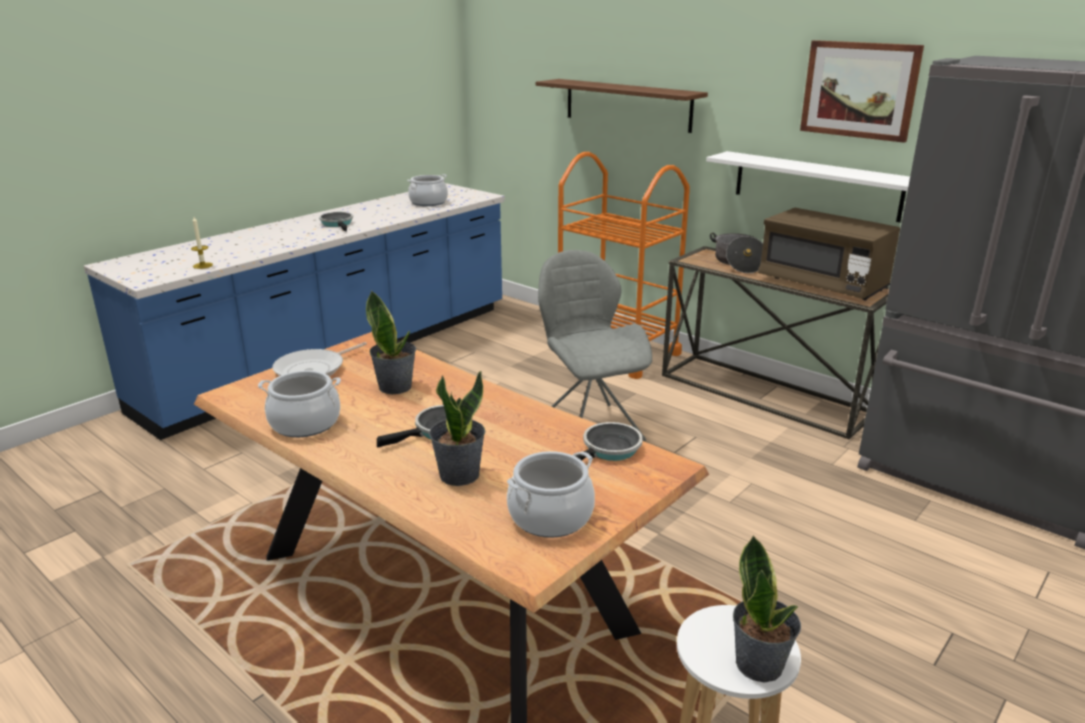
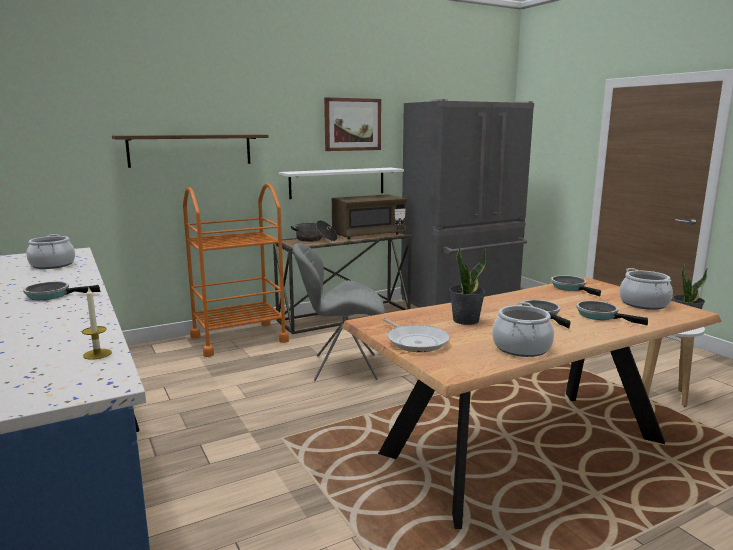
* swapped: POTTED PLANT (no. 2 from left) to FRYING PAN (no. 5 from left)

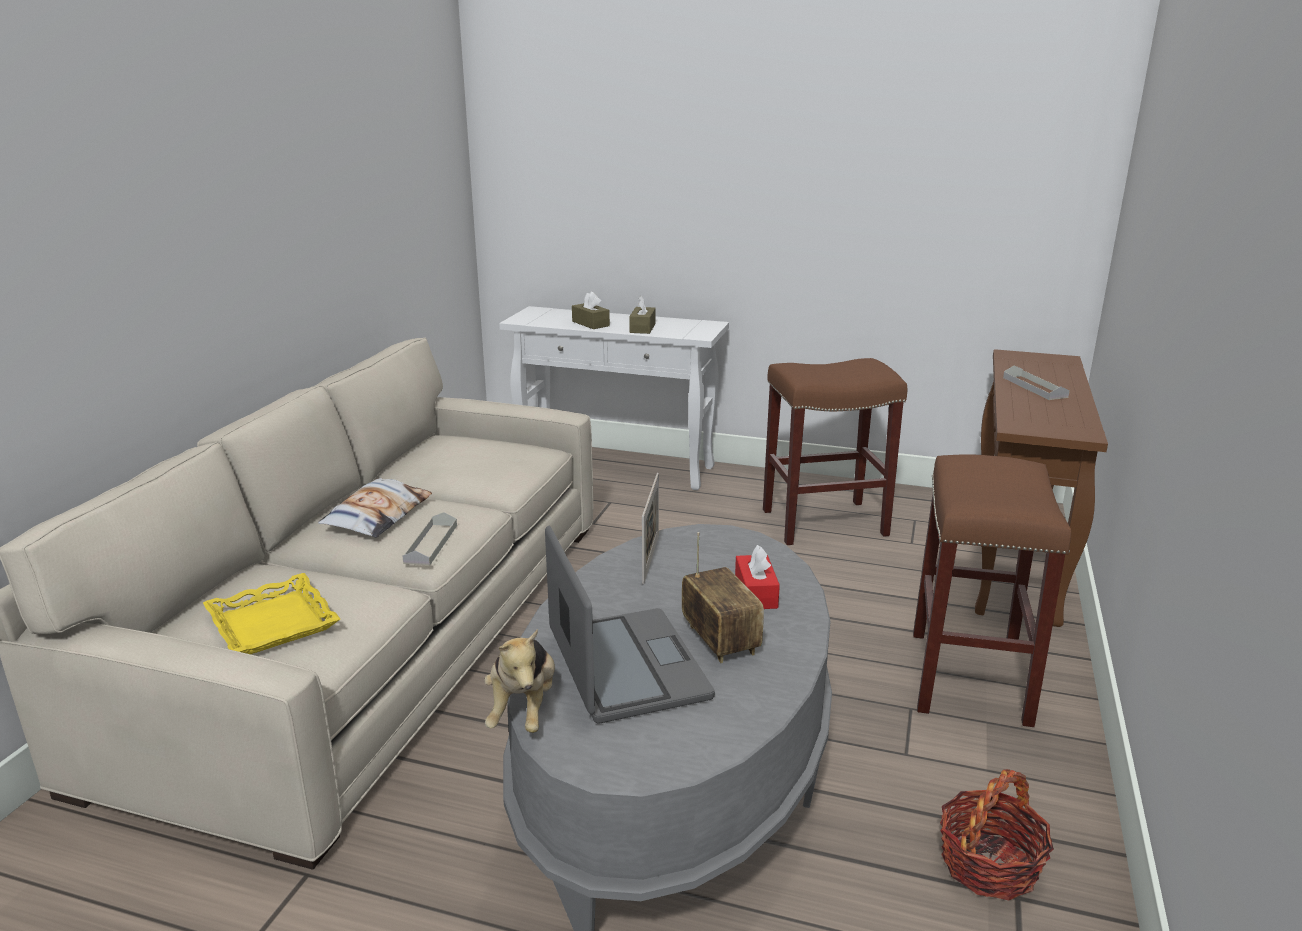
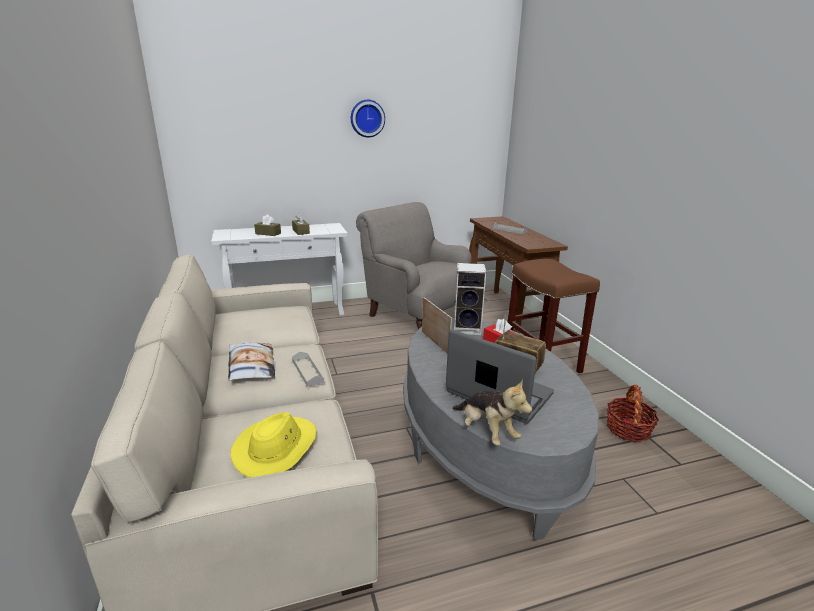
* swapped: YELLOW TRAY to YELLOW HAT
* swapped: BROWN STOOL (no. 1 from left) to GREY ARMCHAIR
* new: WALL CLOCK
* new: SPEAKER

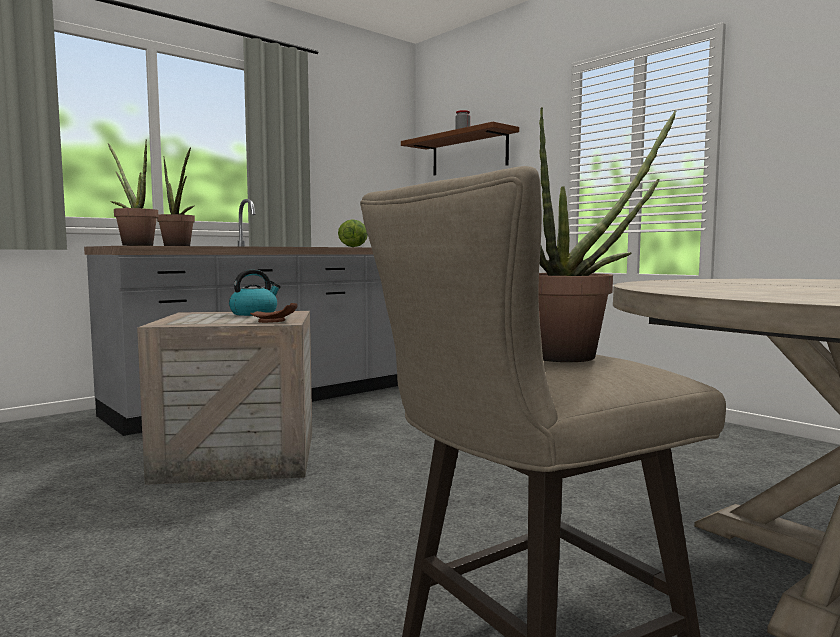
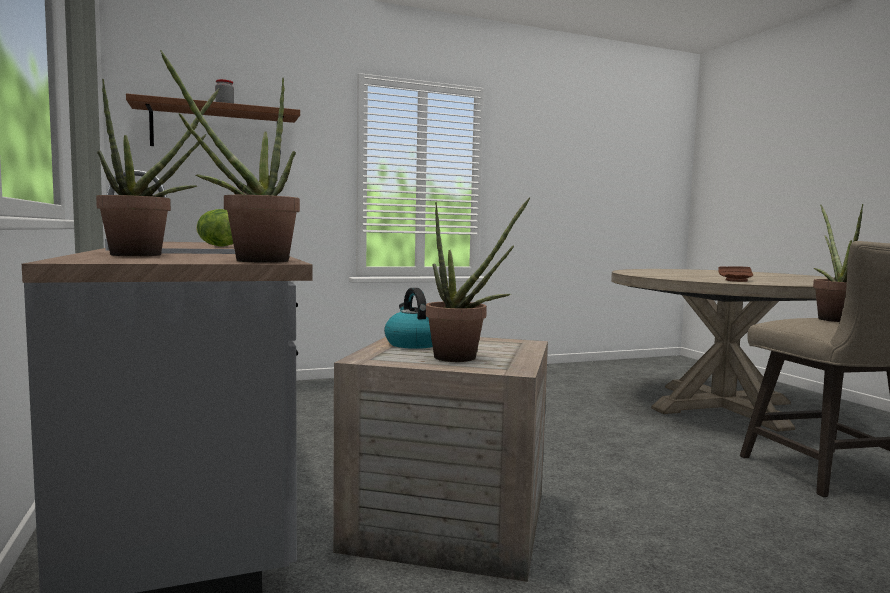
* shifted: BROWN PLATE
* new: POTTED PLANT (no. 3 from left)

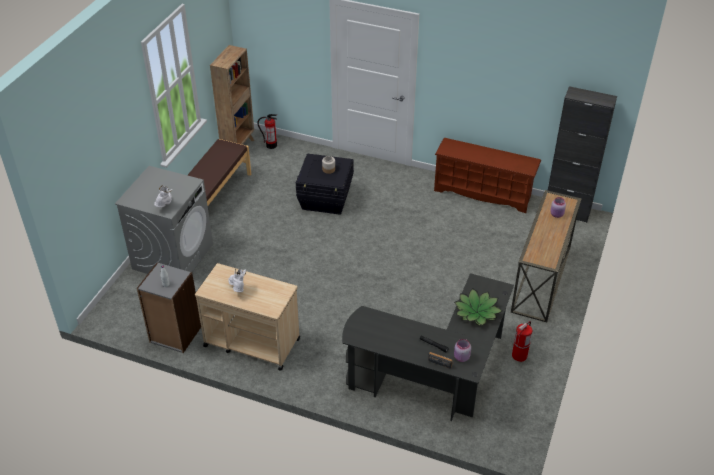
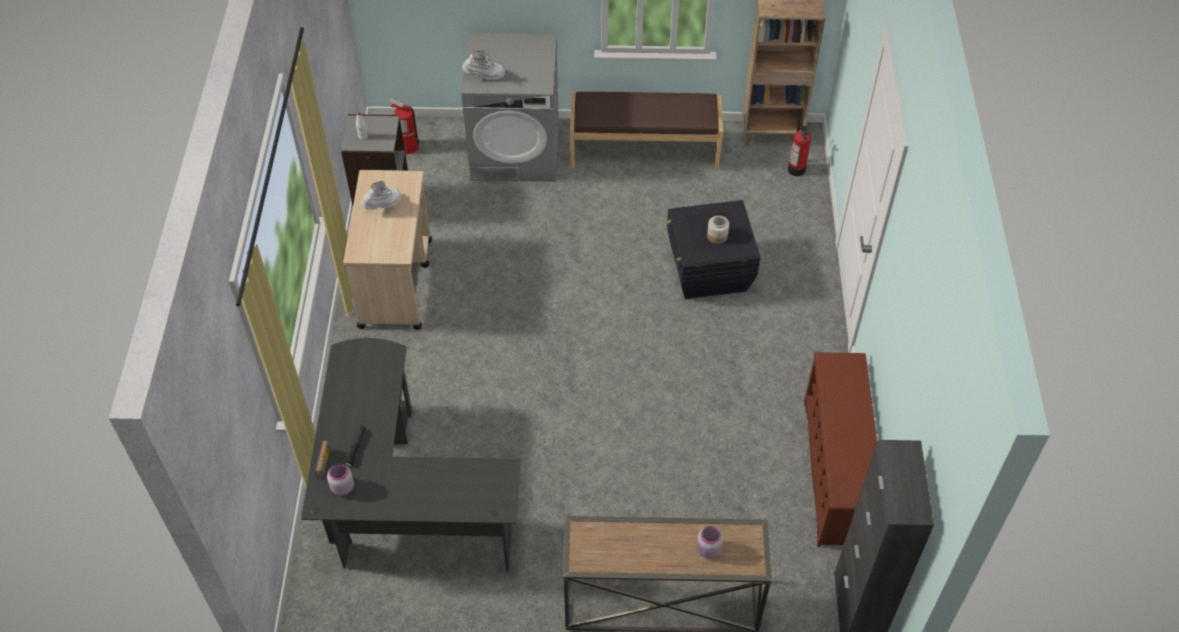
* gone: POTTED PLANT
* shifted: FIRE EXTINGUISHER (no. 2 from left in the first image) to FIRE EXTINGUISHER (no. 1 from left)

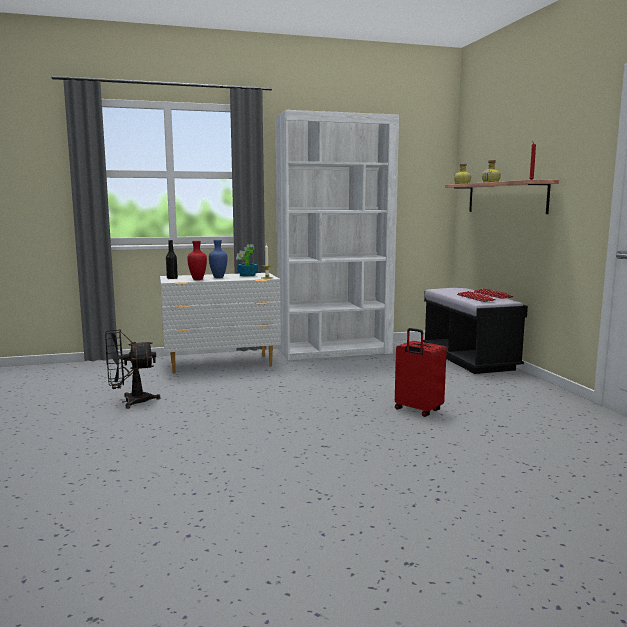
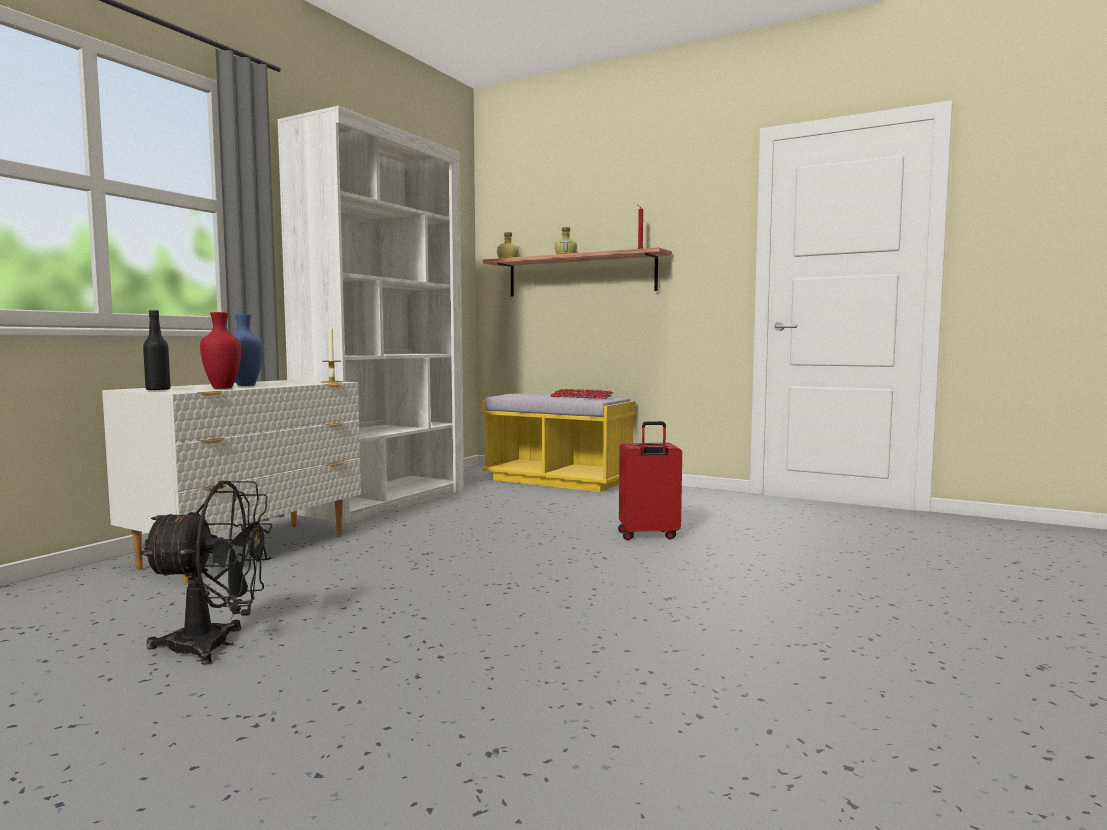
* rotated: BLACK FAN 120 degrees counterclockwise
* gone: POTTED PLANT
* repainted: BLACK BENCH to YELLOW BENCH

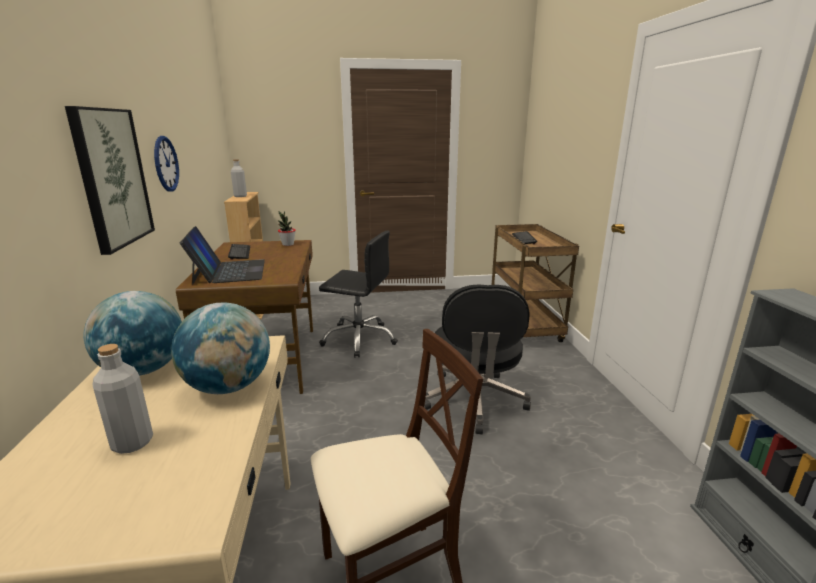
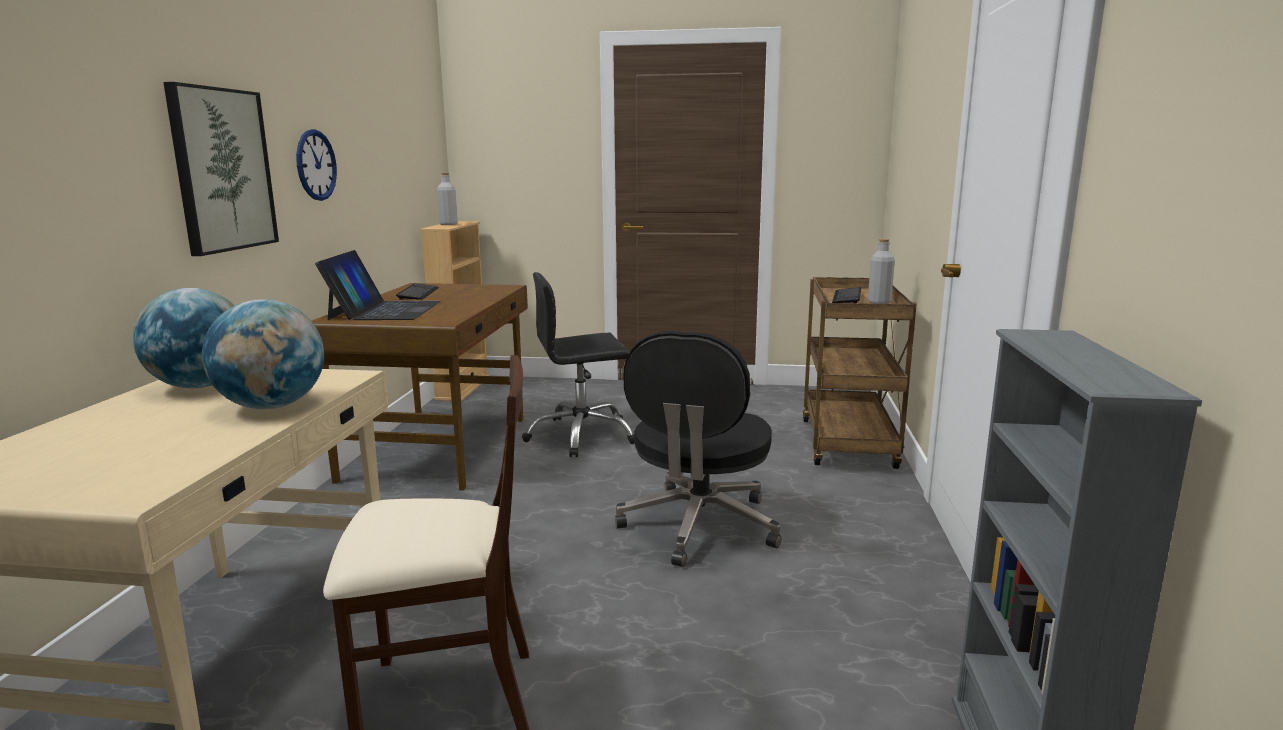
* shifted: GREY BOTTLE (no. 1 from left in the first image) to GREY BOTTLE (no. 2 from left)
* gone: POTTED PLANT
* rotated: BLACK OFFICE CHAIR (no. 1 from left) 135 degrees clockwise

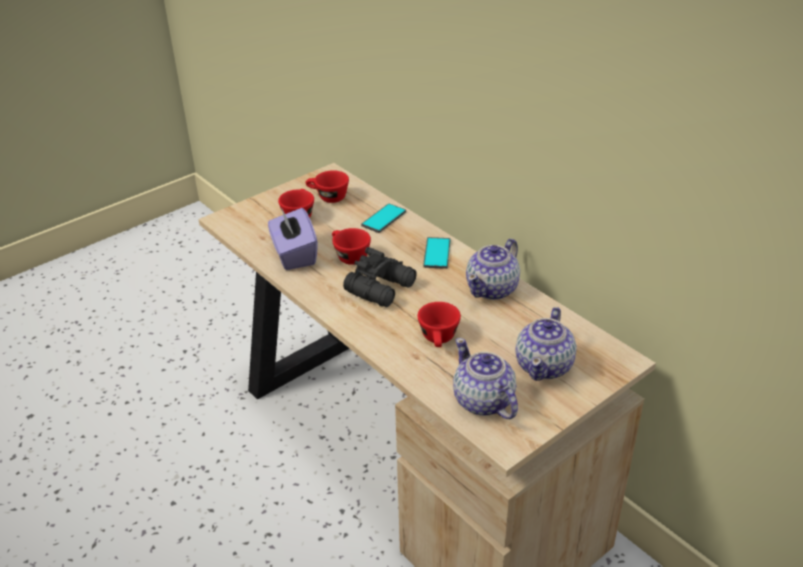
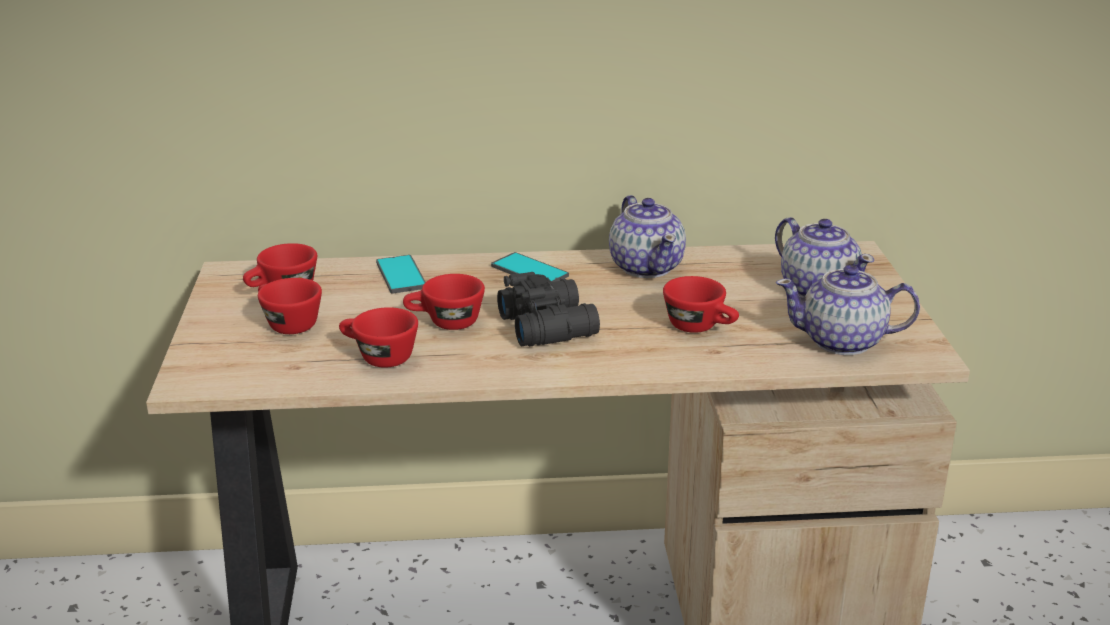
* swapped: PURPLE TISSUE BOX to RED CUP (no. 3 from left)

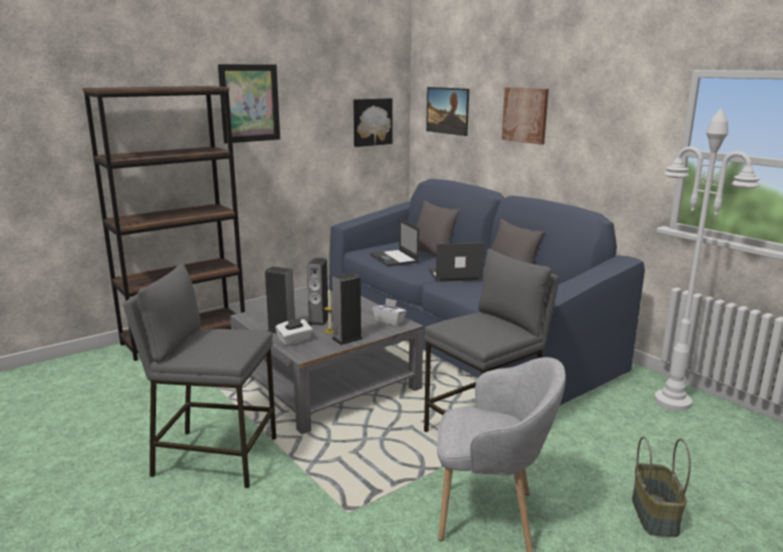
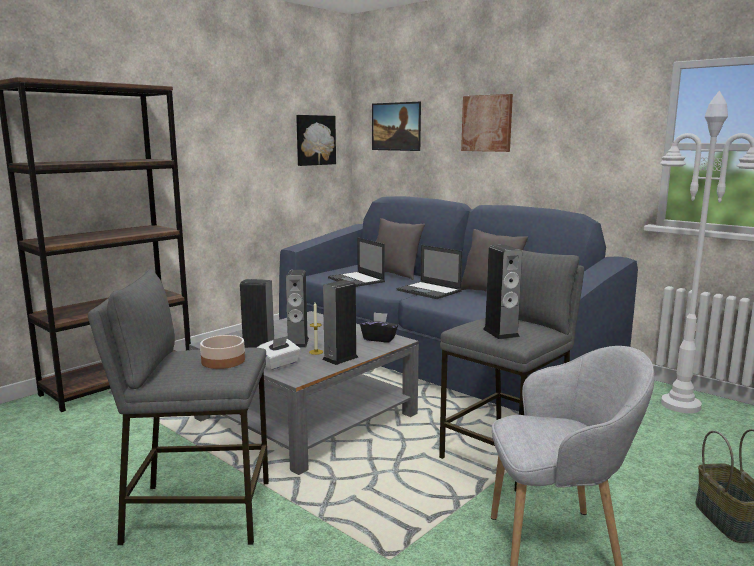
* gone: PICTURE (no. 1 from left)
* repainted: WHITE TISSUE BOX (no. 2 from left) to BLACK TISSUE BOX
* rotated: LAPTOP (no. 2 from left) 120 degrees counterclockwise
* new: BOWL
* new: SPEAKER (no. 4 from left)

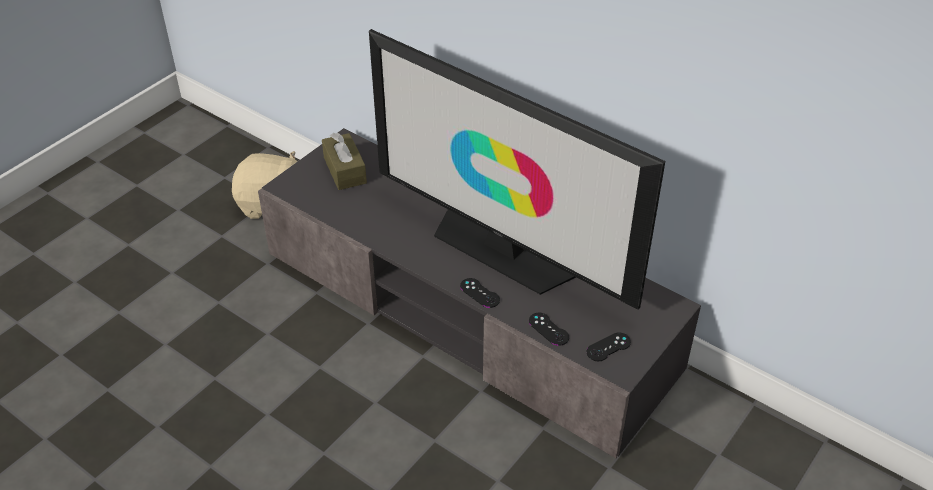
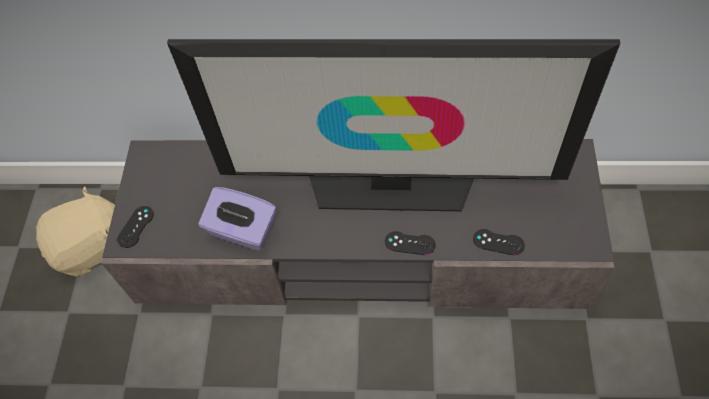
* gone: BROWN TISSUE BOX
* shifted: BLACK GAME CONTROLLER (no. 3 from left in the first image) to BLACK GAME CONTROLLER (no. 1 from left)
* new: PURPLE TISSUE BOX

